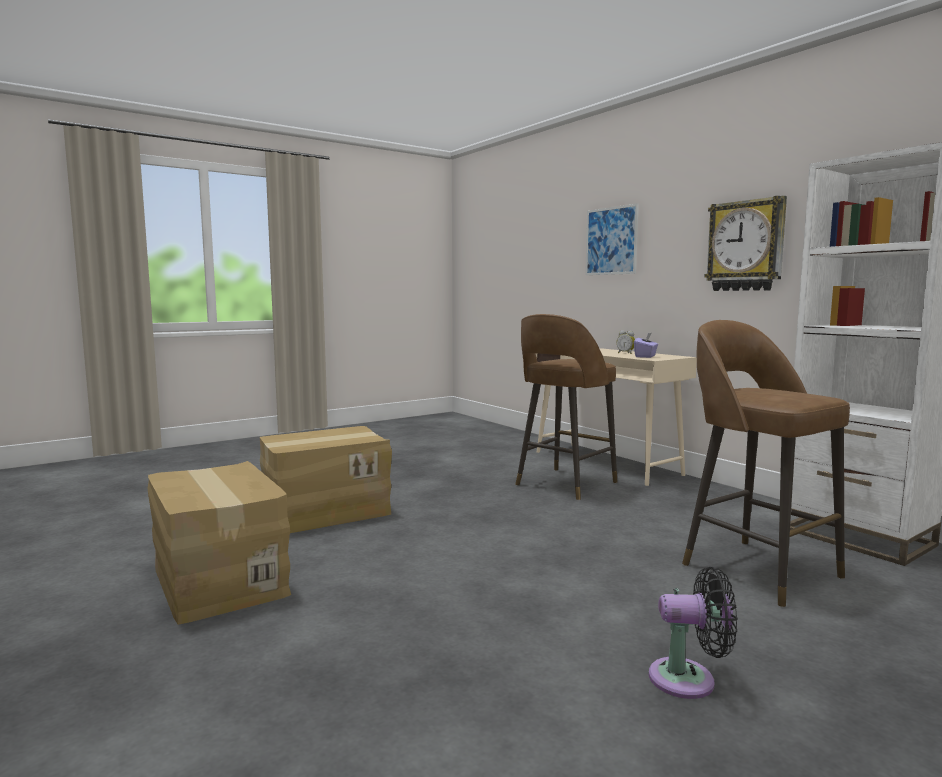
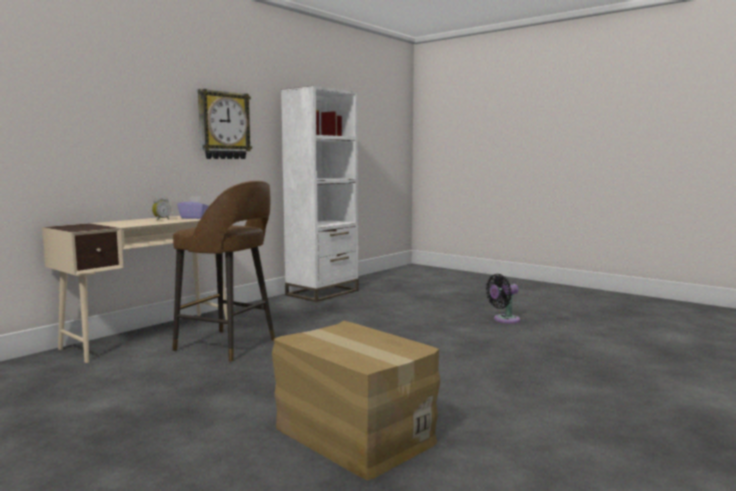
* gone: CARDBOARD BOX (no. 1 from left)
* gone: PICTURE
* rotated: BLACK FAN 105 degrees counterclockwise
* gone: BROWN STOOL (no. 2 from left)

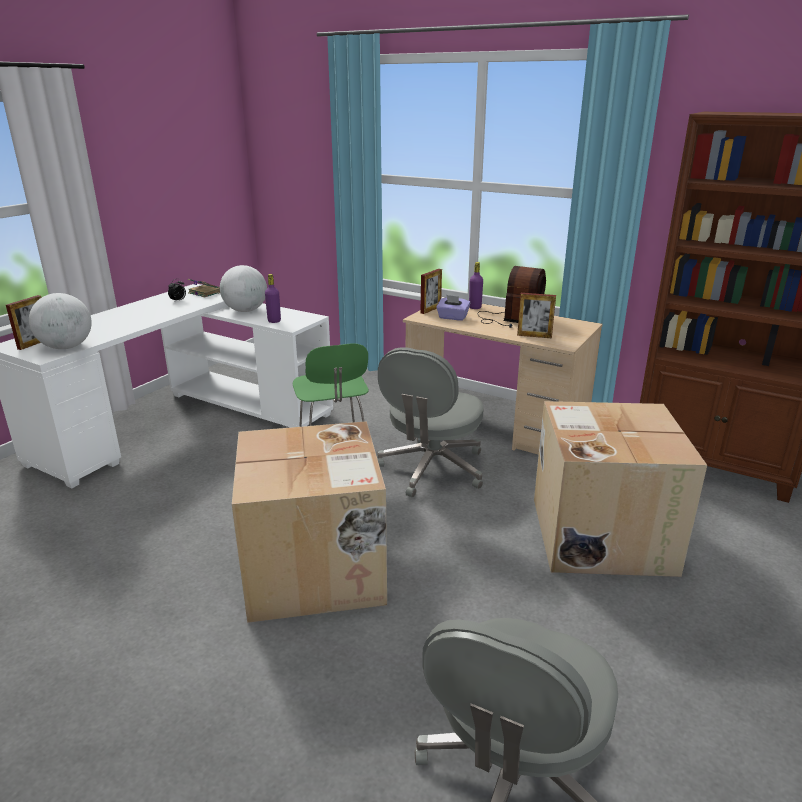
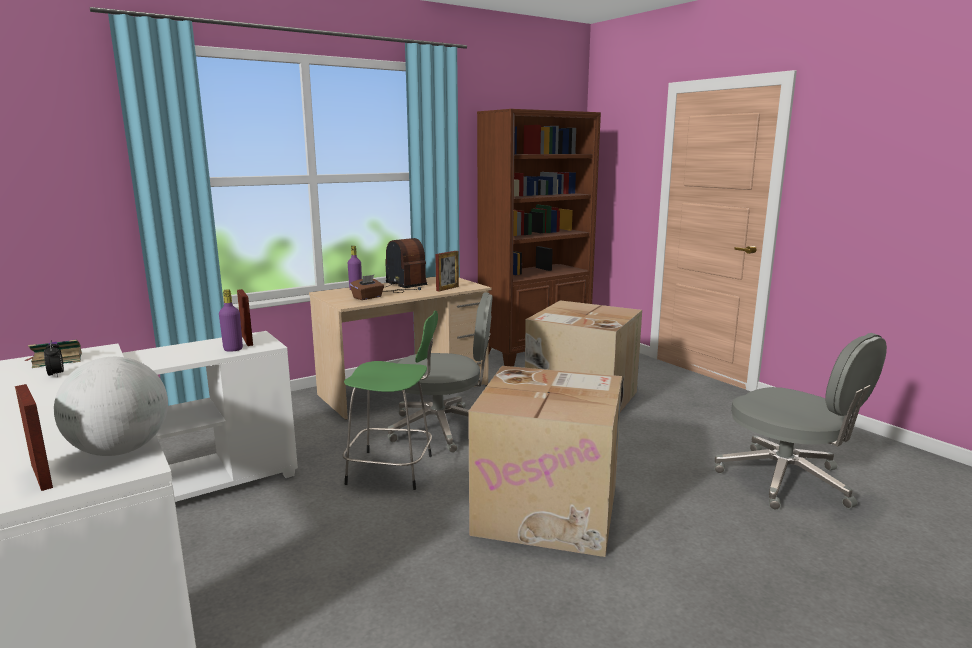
* gone: GLOBE (no. 2 from left)
* rotated: GREY OFFICE CHAIR (no. 1 from left) 45 degrees counterclockwise
* shifted: PICTURE FRAME (no. 2 from left)
* repainted: PURPLE TISSUE BOX to BROWN TISSUE BOX

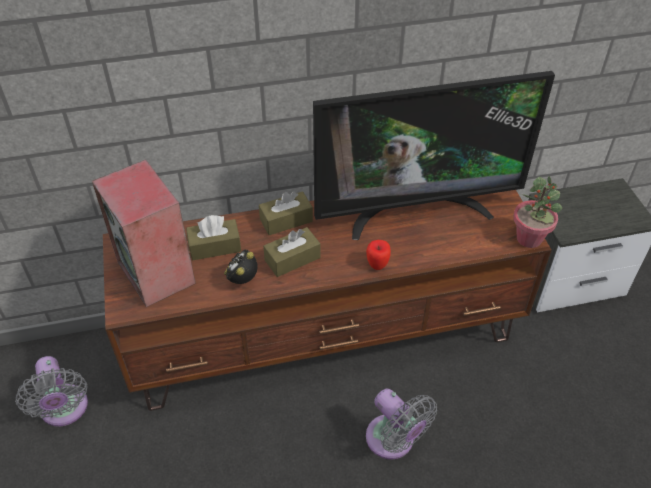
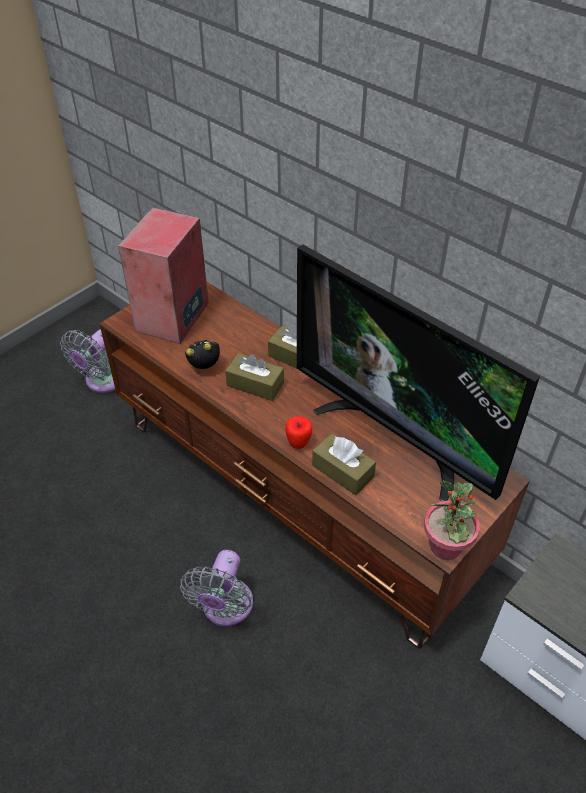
* shifted: BROWN TISSUE BOX (no. 1 from left in the first image) to BROWN TISSUE BOX (no. 3 from left)

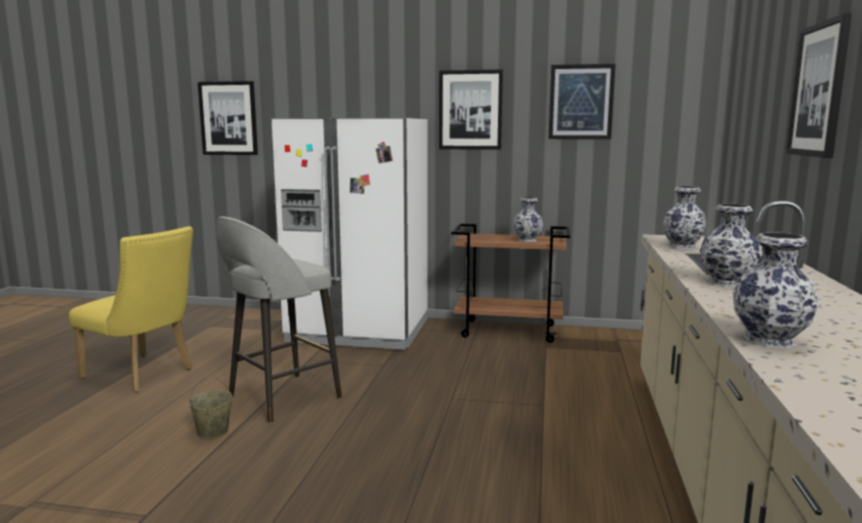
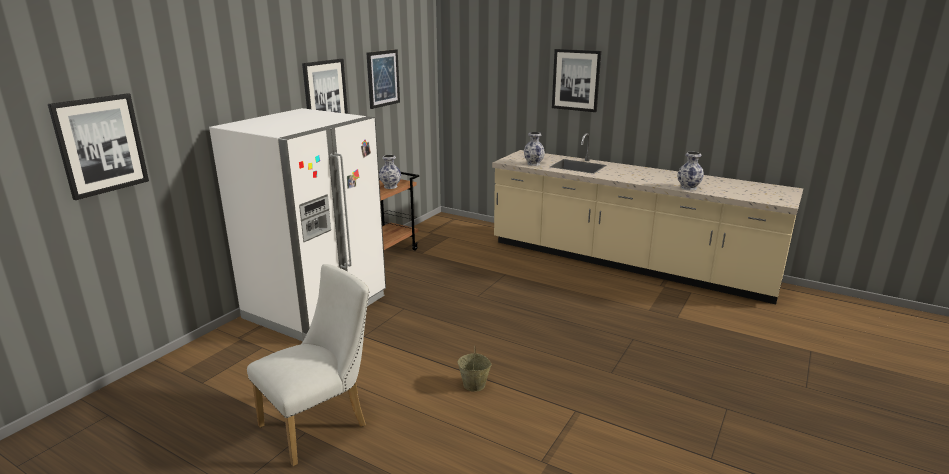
* repainted: YELLOW CHAIR to WHITE CHAIR
* gone: GREY STOOL
* gone: VASE (no. 3 from left)

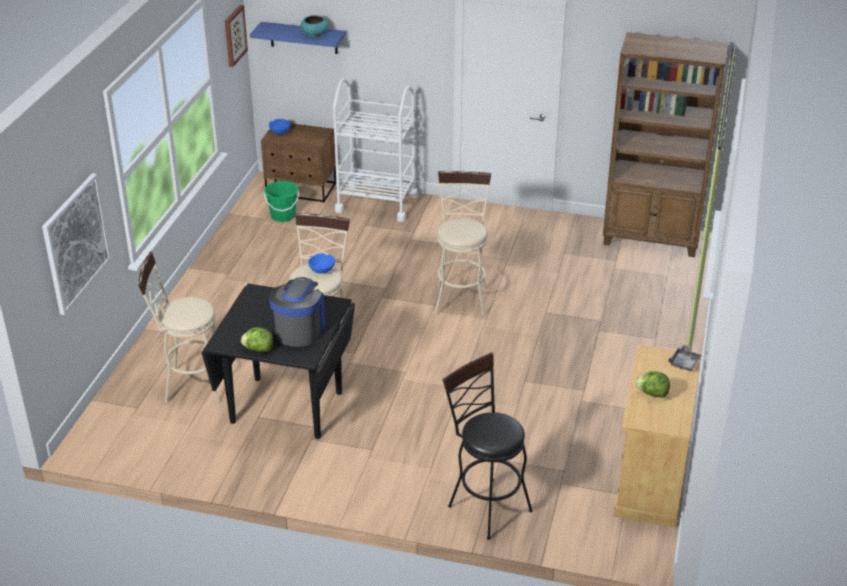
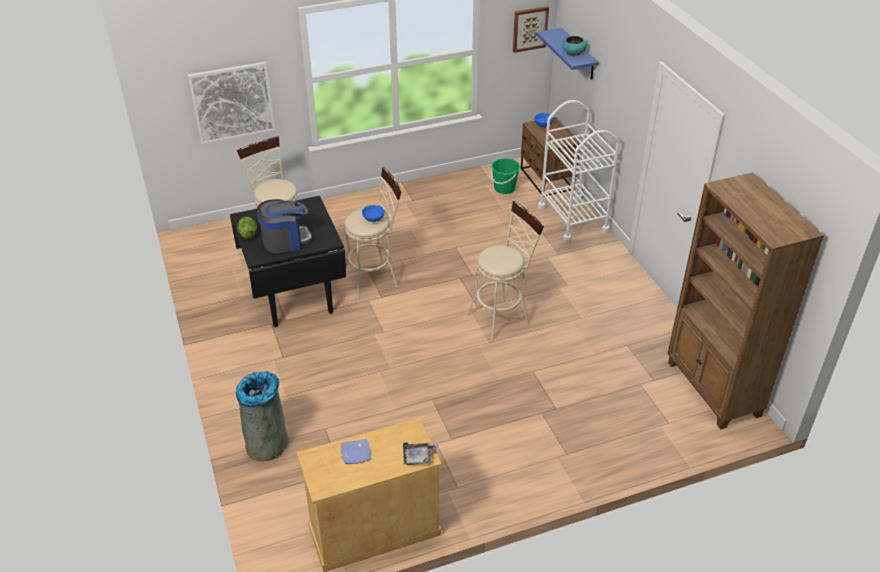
* swapped: BLACK STOOL to GREY TRASH CAN
* swapped: LETTUCE (no. 2 from left) to PLATE

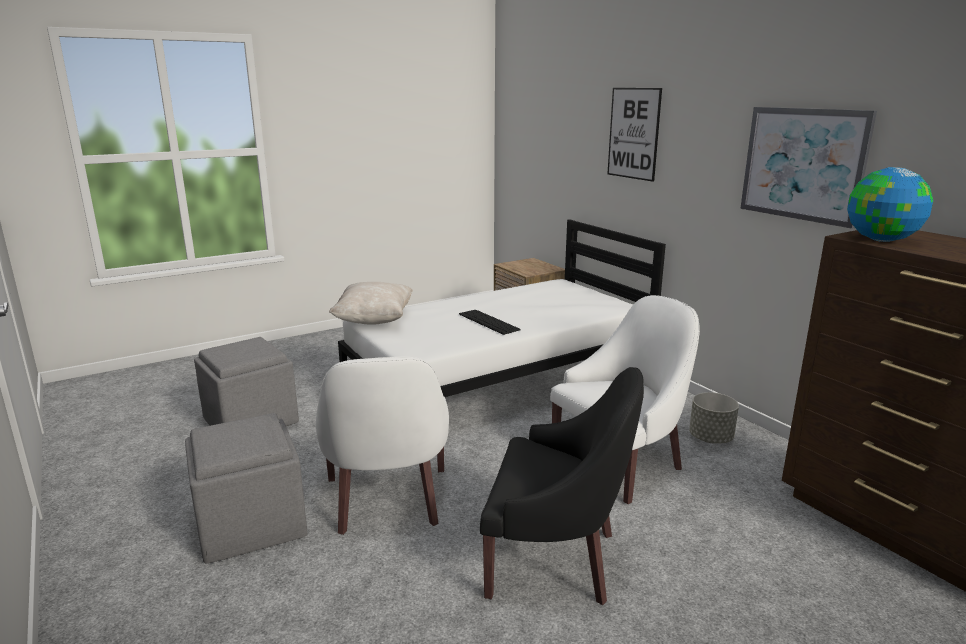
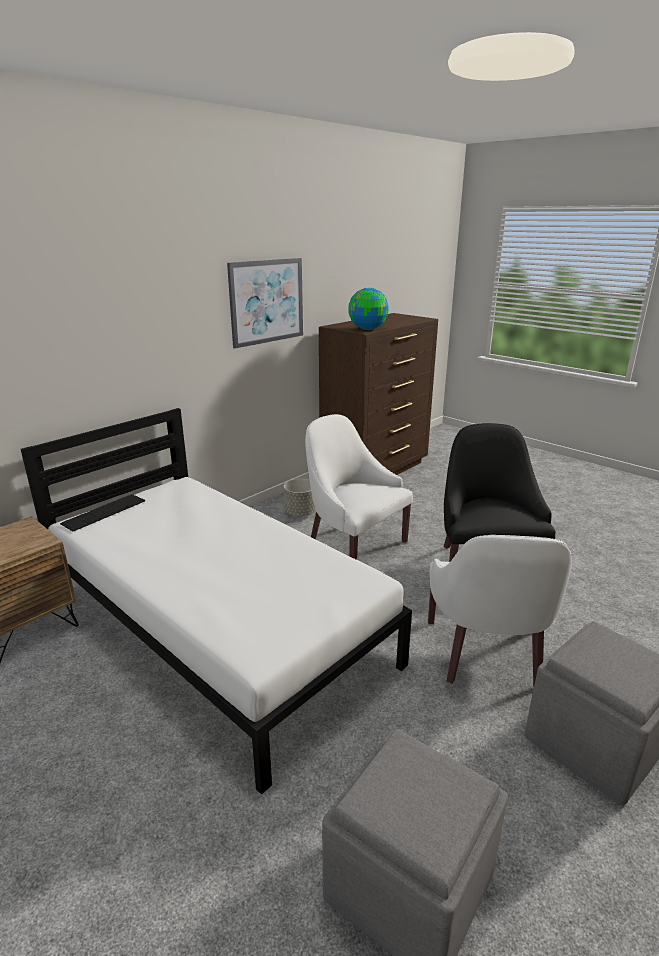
* rotated: WHITE ARMCHAIR (no. 1 from left in the first image) 120 degrees clockwise
* gone: BEIGE PILLOW
* shifted: KEYBOARD
* gone: PICTURE (no. 1 from left)

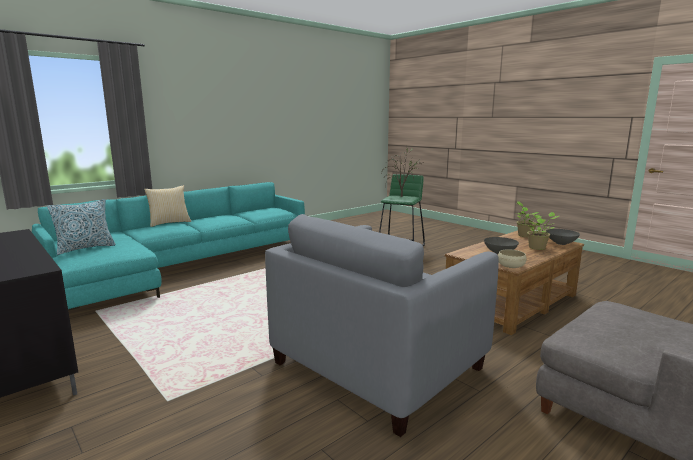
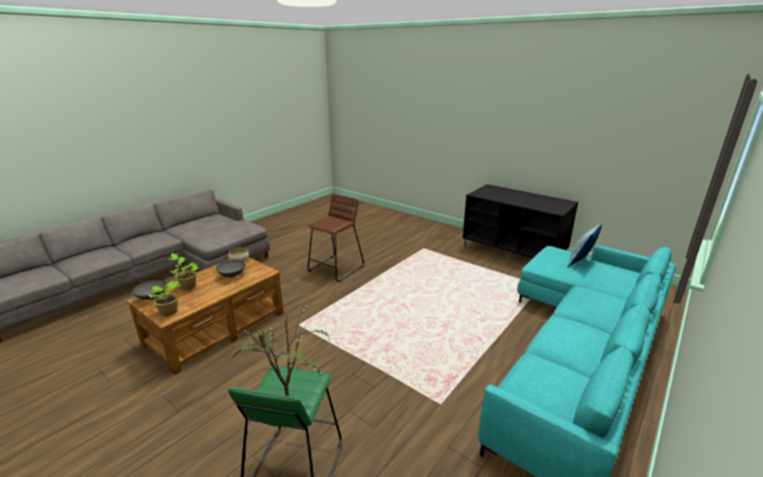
* gone: PILLOW (no. 2 from left)
* swapped: GREY ARMCHAIR to BROWN STOOL

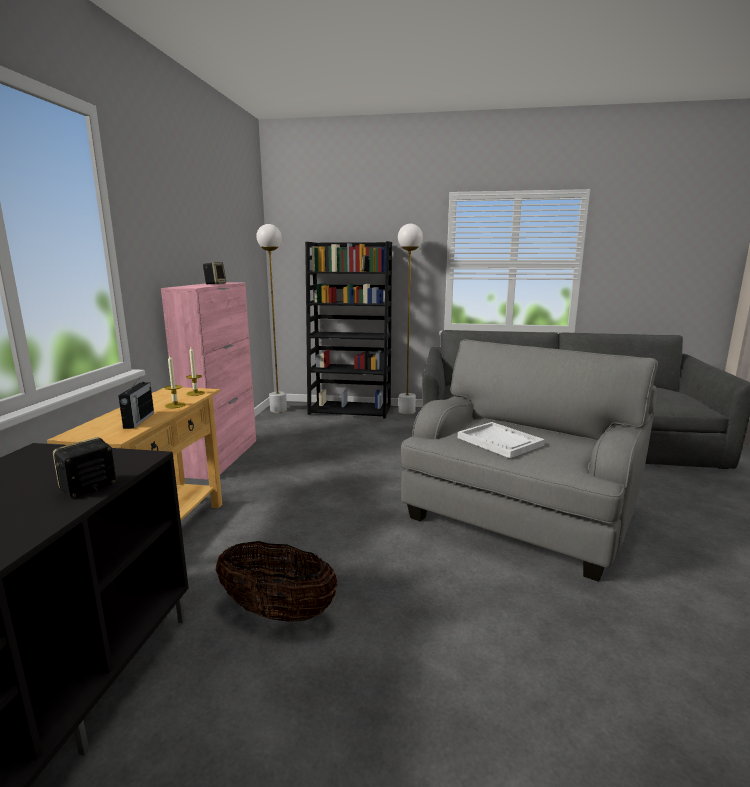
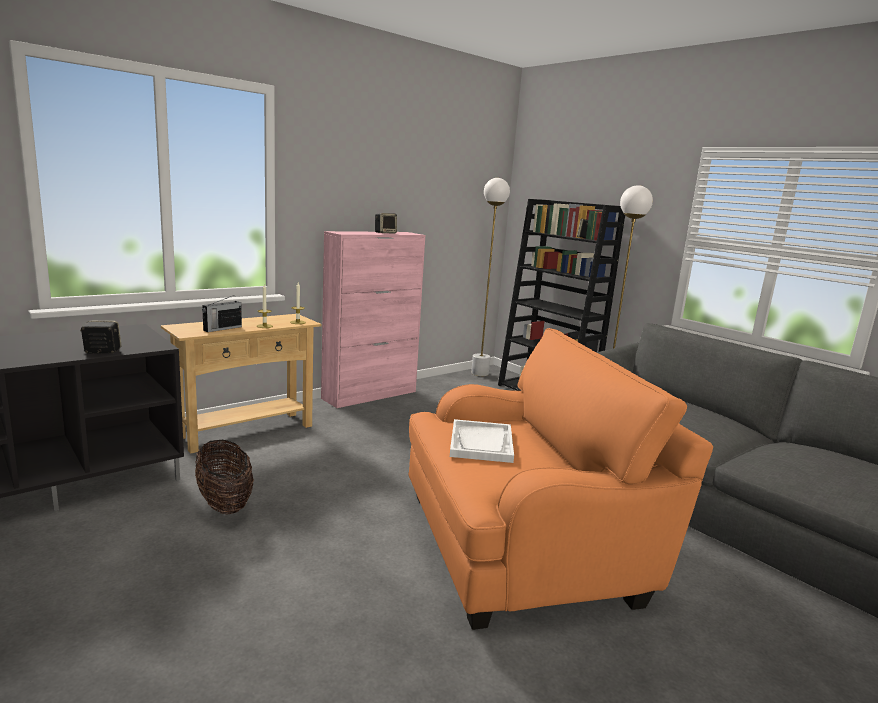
* repainted: GREY ARMCHAIR to ORANGE ARMCHAIR

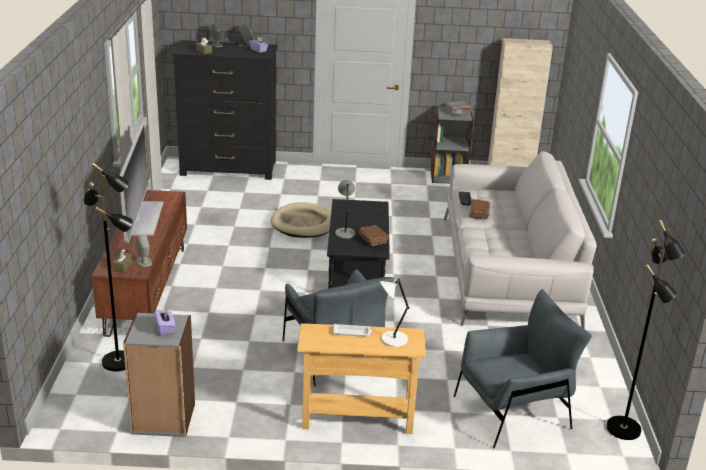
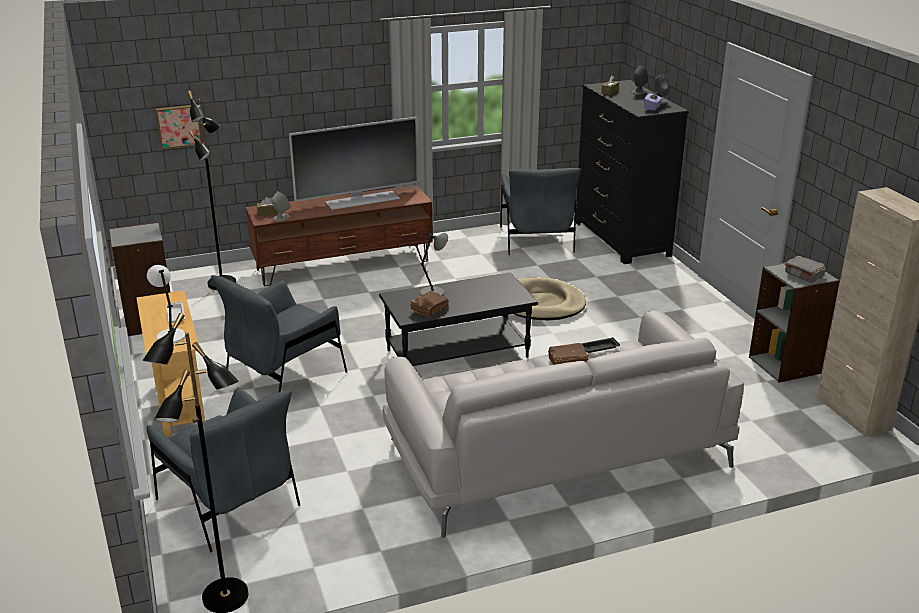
* gone: PURPLE TISSUE BOX (no. 1 from left)
* new: PICTURE
* new: GREY ARMCHAIR (no. 3 from left)

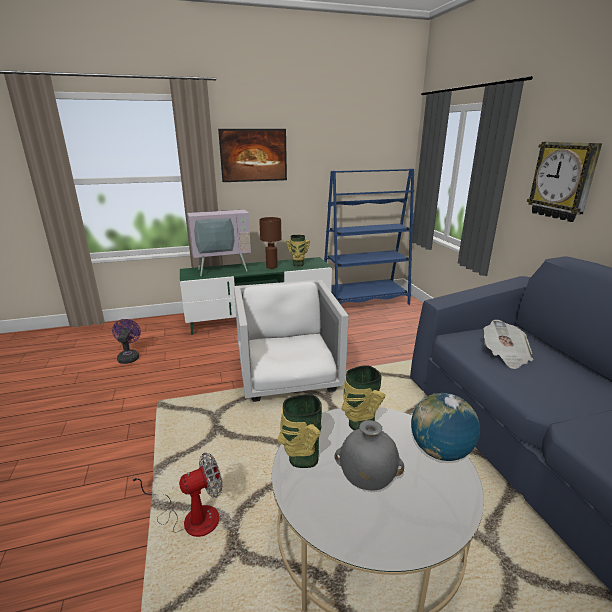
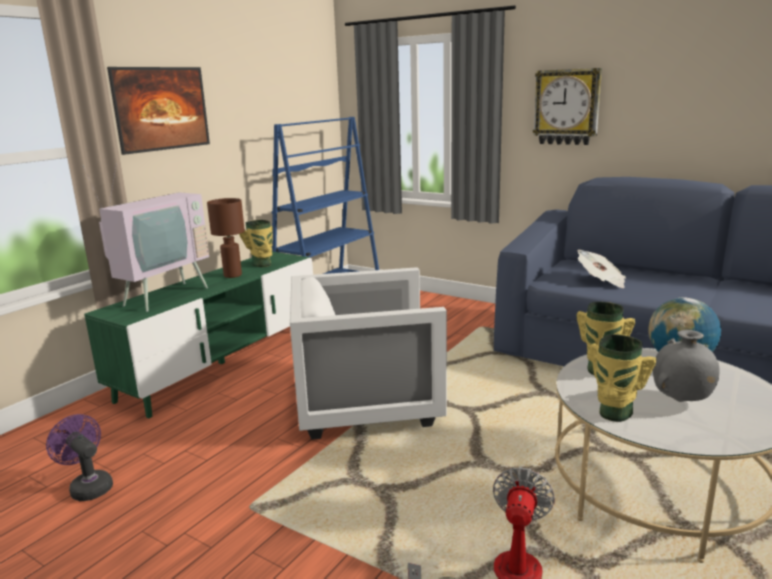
* rotated: WHITE ARMCHAIR 45 degrees counterclockwise

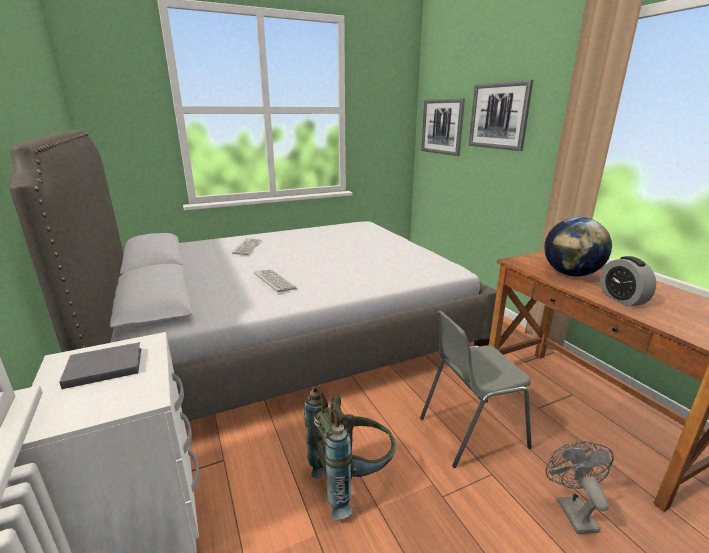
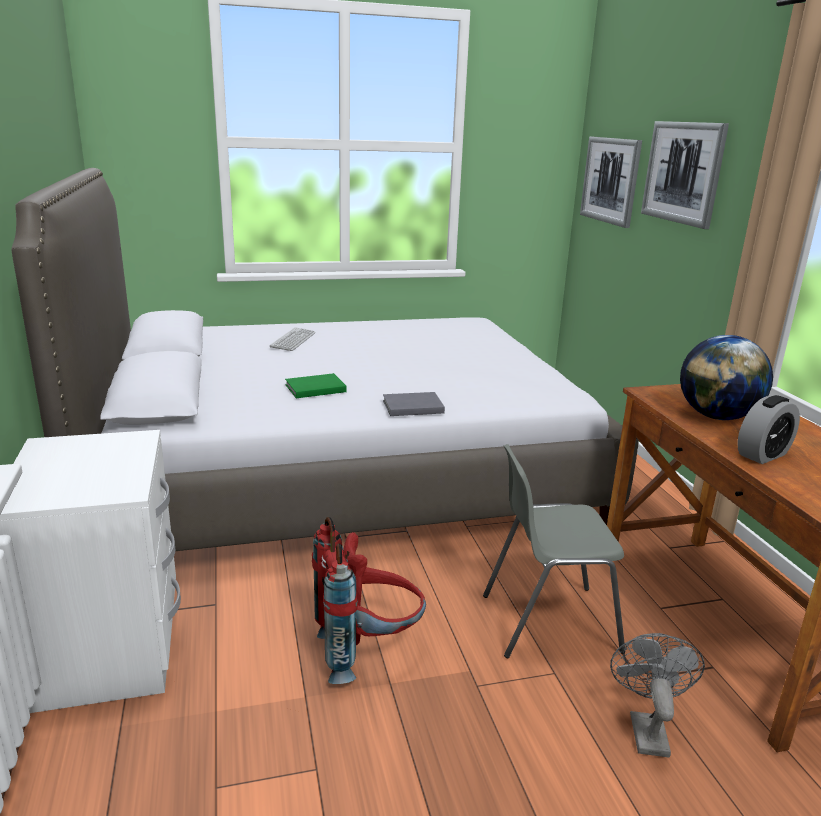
* shifted: GREY BOOK
* swapped: KEYBOARD (no. 2 from left) to GREEN BOOK
* repainted: GREY BACKPACK to RED BACKPACK
* rotated: ALARM CLOCK 120 degrees counterclockwise

